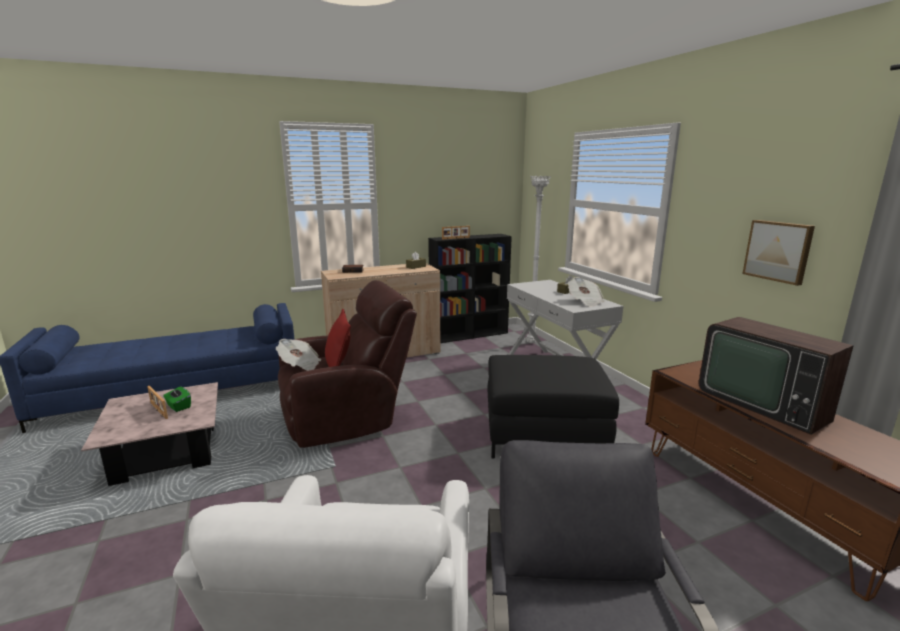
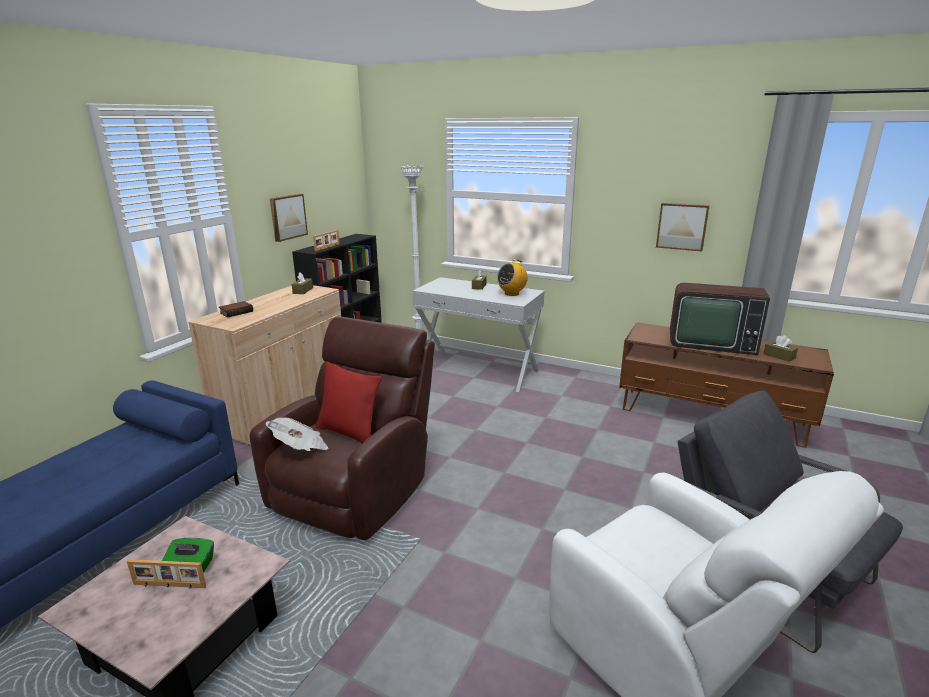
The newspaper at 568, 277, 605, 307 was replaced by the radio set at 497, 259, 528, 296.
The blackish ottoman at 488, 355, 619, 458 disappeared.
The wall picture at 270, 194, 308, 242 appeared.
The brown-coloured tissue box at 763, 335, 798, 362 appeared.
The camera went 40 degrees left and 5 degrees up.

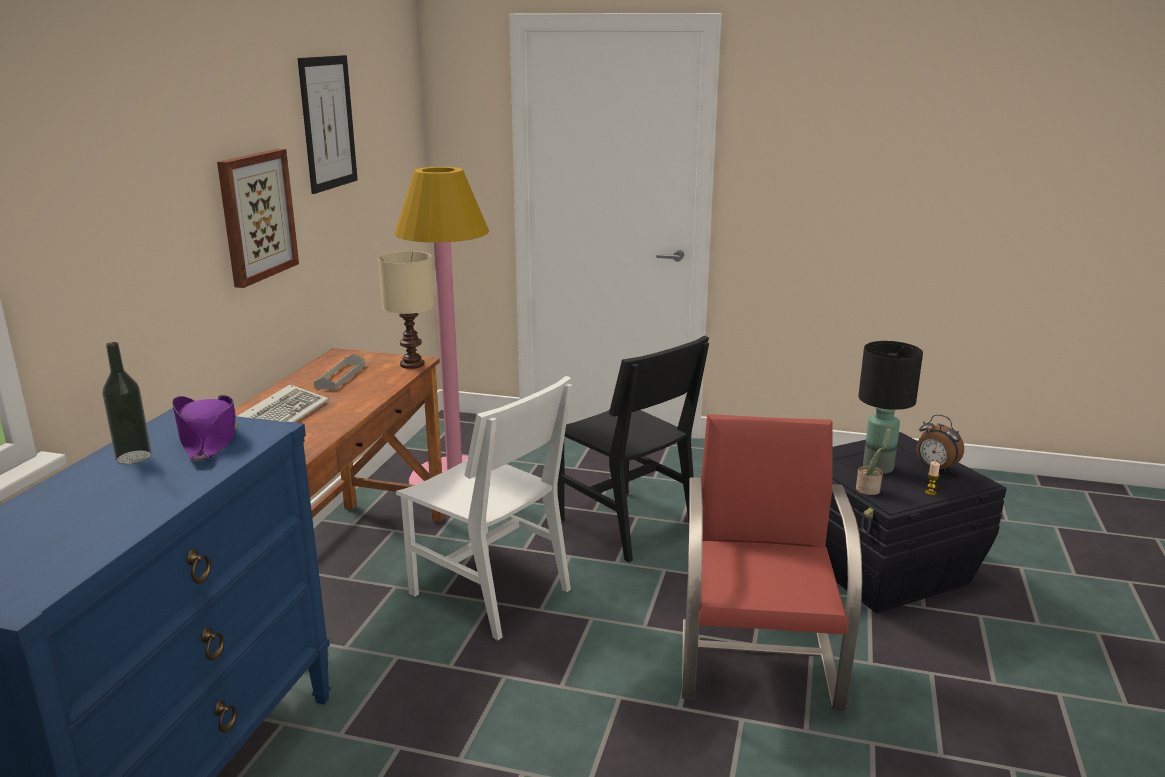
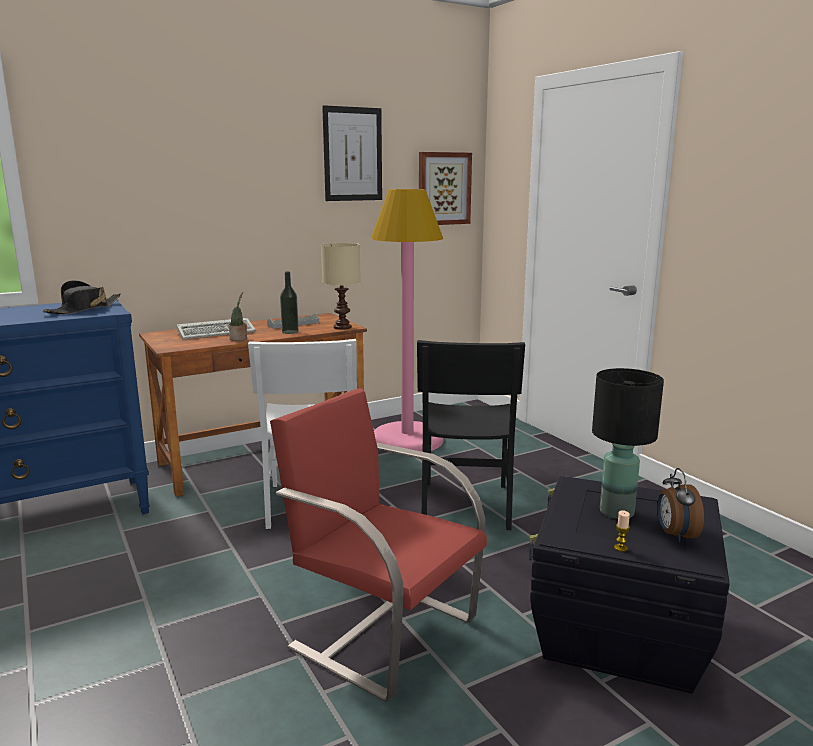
The wall picture moved from 217, 149, 299, 288 to 419, 152, 472, 225.
The beverage bottle moved from 103, 342, 152, 465 to 280, 271, 299, 334.
The purplish wearable hat at 172, 395, 237, 461 became the blackish wearable hat at 43, 280, 121, 314.
The red-coloured plain chair at 682, 414, 862, 711 turned 105 degrees counterclockwise.
The houseplant moved from 856, 428, 891, 495 to 229, 292, 247, 341.
The camera went 45 degrees right and 5 degrees down.

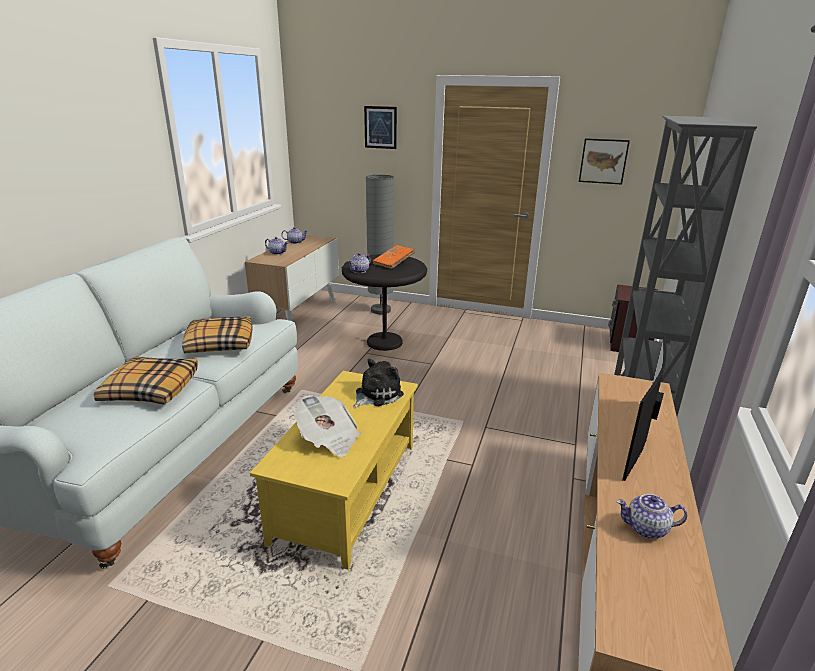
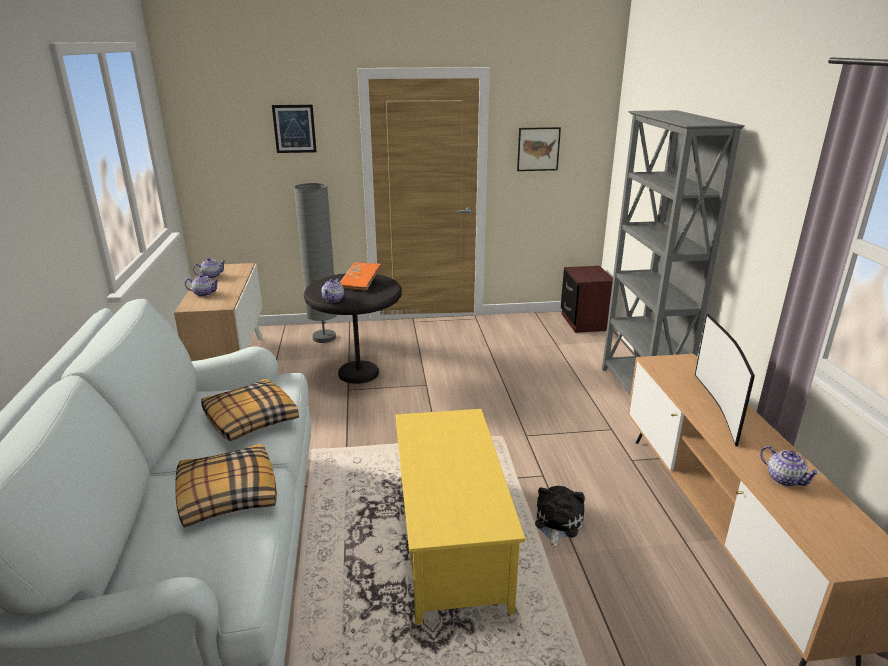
The plush toy moved from 353, 359, 404, 408 to 535, 486, 585, 548.
The newspaper at 294, 395, 361, 457 disappeared.
The tea pot at 616, 494, 687, 539 turned 105 degrees counterclockwise.
The camera went 25 degrees left and 0 degrees up.

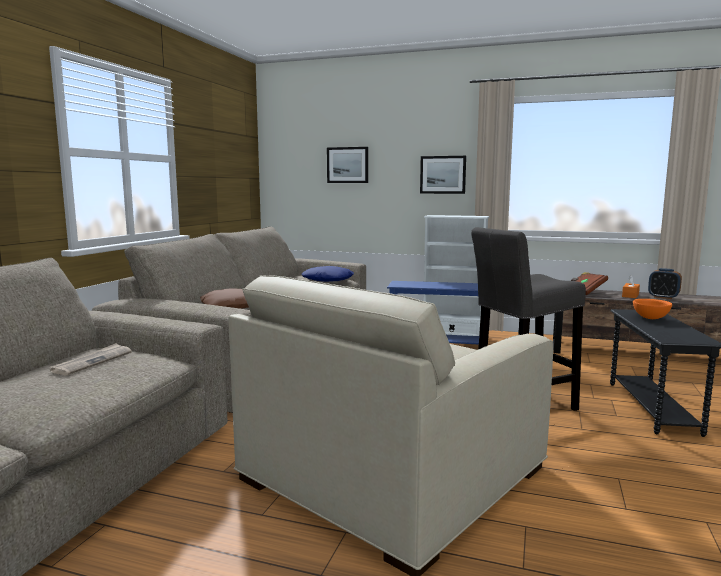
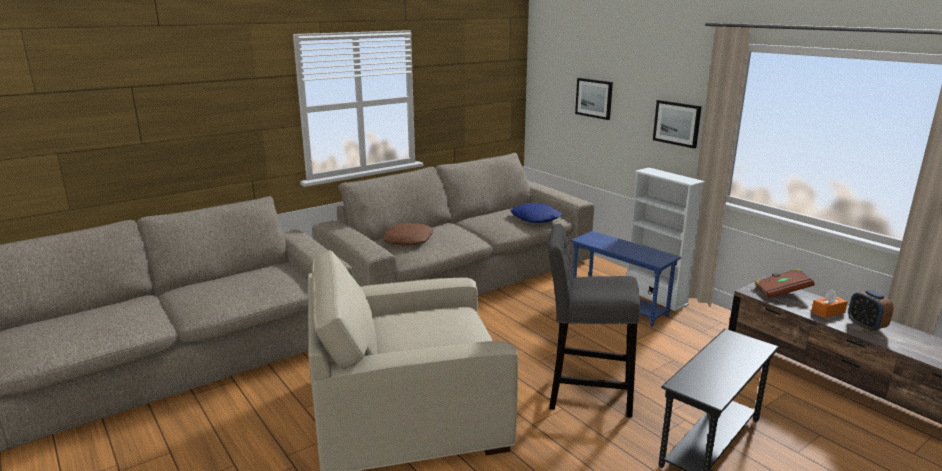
The orange-coloured deep dish at 633, 299, 672, 319 disappeared.
The newspaper at 50, 343, 132, 376 disappeared.
The camera went 35 degrees right and 10 degrees up.

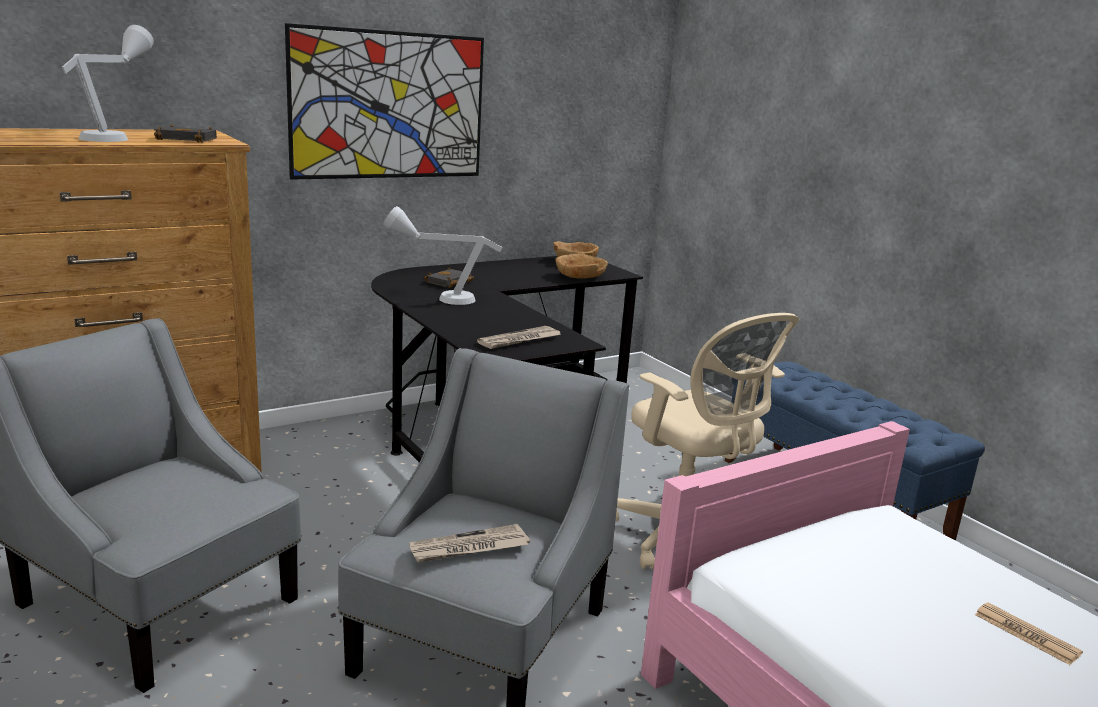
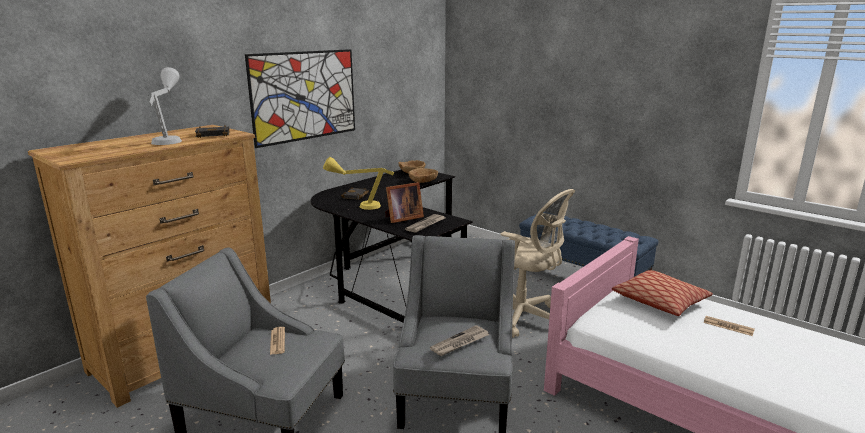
The grey lamp for a table at 383, 206, 503, 305 became the yellow-coloured lamp for a table at 323, 157, 394, 210.
The picture frame at 385, 182, 424, 223 appeared.
The cushion at 612, 270, 713, 316 appeared.
The newspaper at 270, 327, 285, 355 appeared.
The camera went 15 degrees left and 0 degrees up.

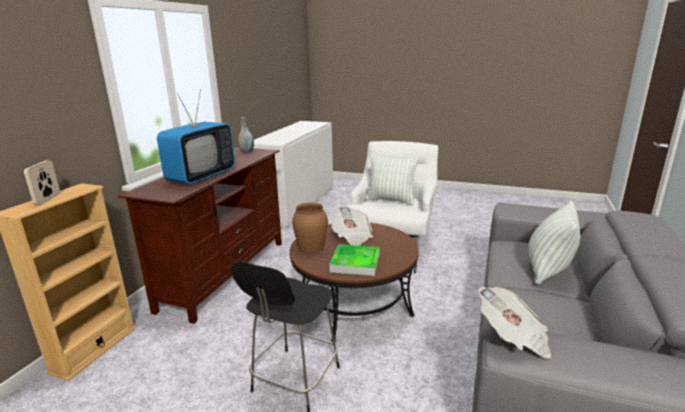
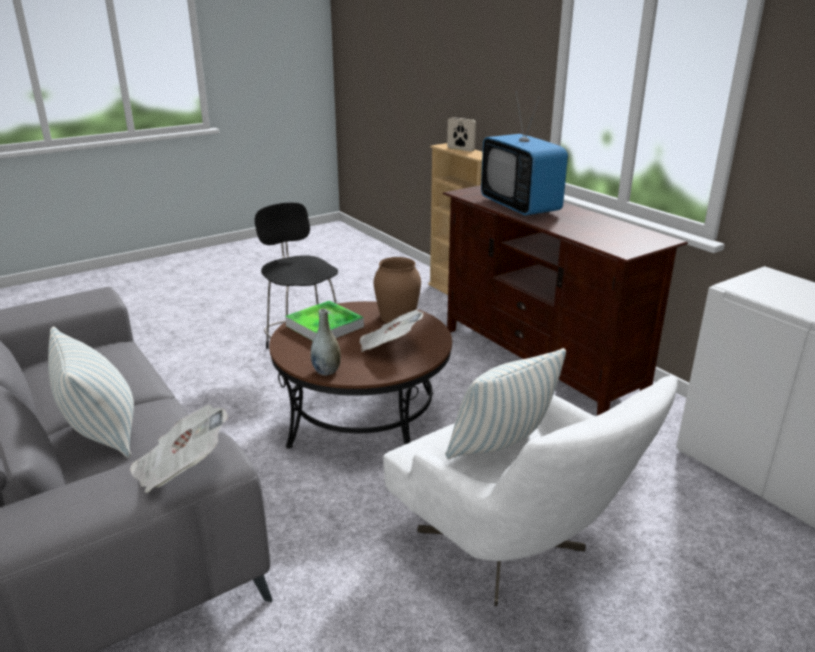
The grey decorative vase moved from 238, 117, 254, 153 to 311, 309, 341, 376.
The newspaper moved from 478, 287, 551, 359 to 130, 404, 228, 493.
The camera went 125 degrees right and 5 degrees up.

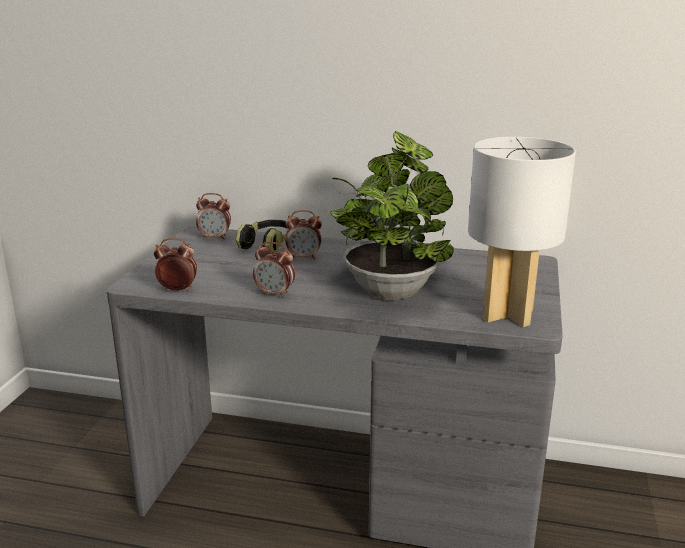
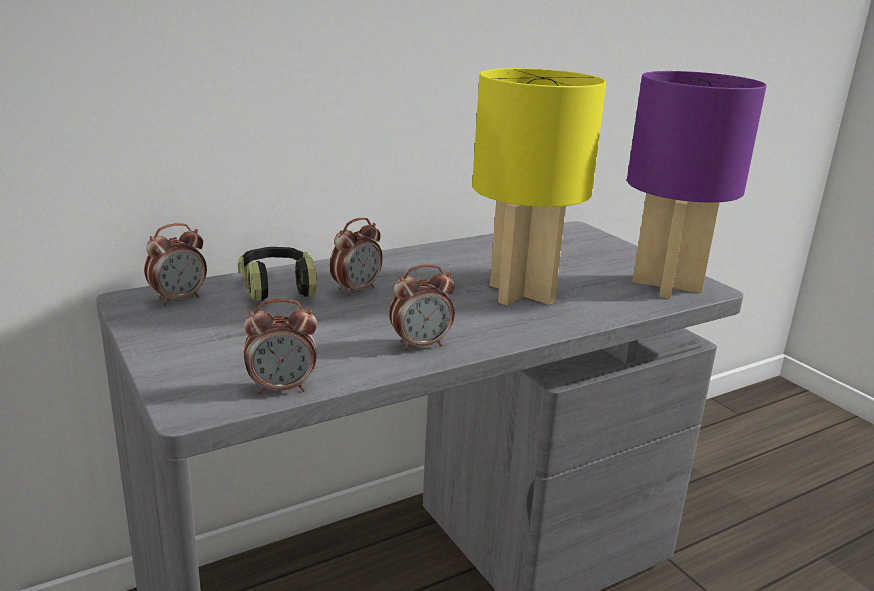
The houseplant at 331, 131, 454, 300 was replaced by the yellow-coloured lamp for a table at 472, 68, 606, 305.
The whitish lamp for a table at 468, 137, 576, 327 became the purplish lamp for a table at 627, 71, 767, 299.
The bedside clock at 154, 238, 197, 291 turned 150 degrees counterclockwise.
The camera went 45 degrees left and 0 degrees up.

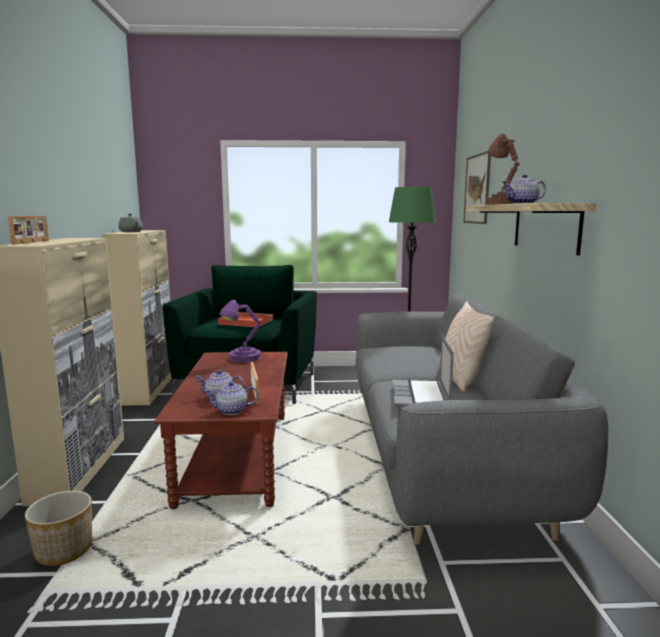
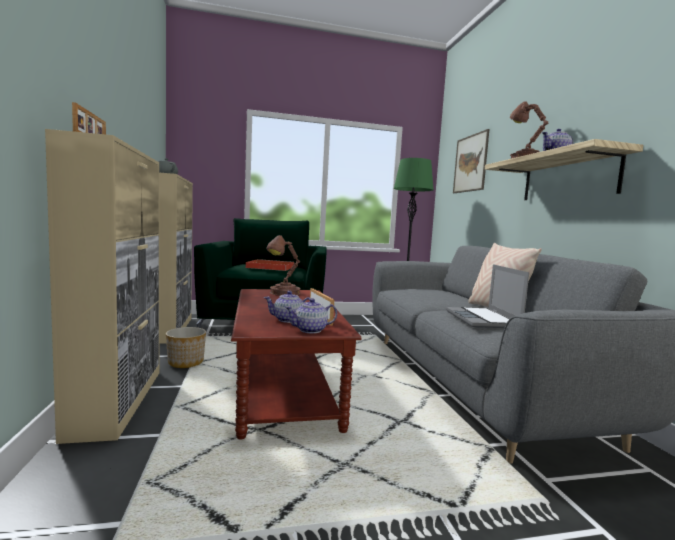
The purplish lamp for a table at 220, 300, 262, 363 became the brown-coloured lamp for a table at 266, 235, 301, 296.
The planter moved from 25, 491, 92, 566 to 166, 327, 206, 368.
The camera went 10 degrees left and 5 degrees down.

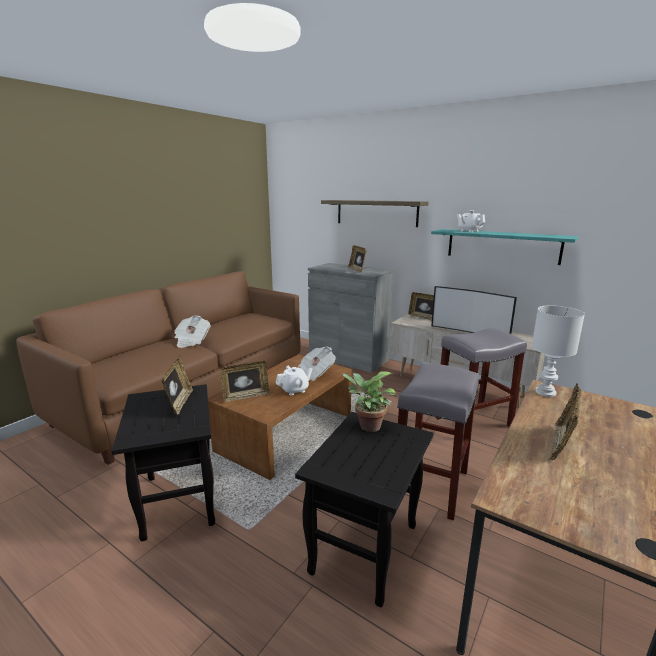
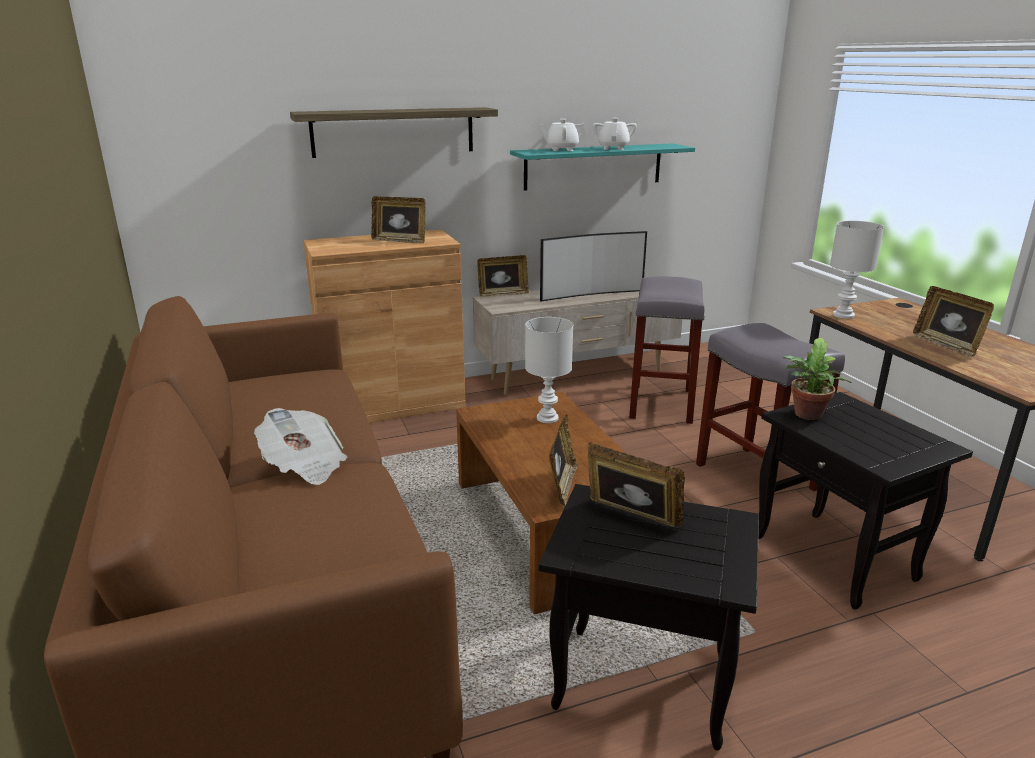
The grey cabinet at 308, 263, 394, 373 became the brown-coloured cabinet at 303, 229, 465, 423.
The newspaper at 298, 347, 336, 381 was replaced by the whitish lamp for a table at 525, 317, 573, 423.
The whitish tea pot moved from 276, 366, 312, 395 to 593, 118, 637, 150.
The camera went 55 degrees left and 5 degrees up.

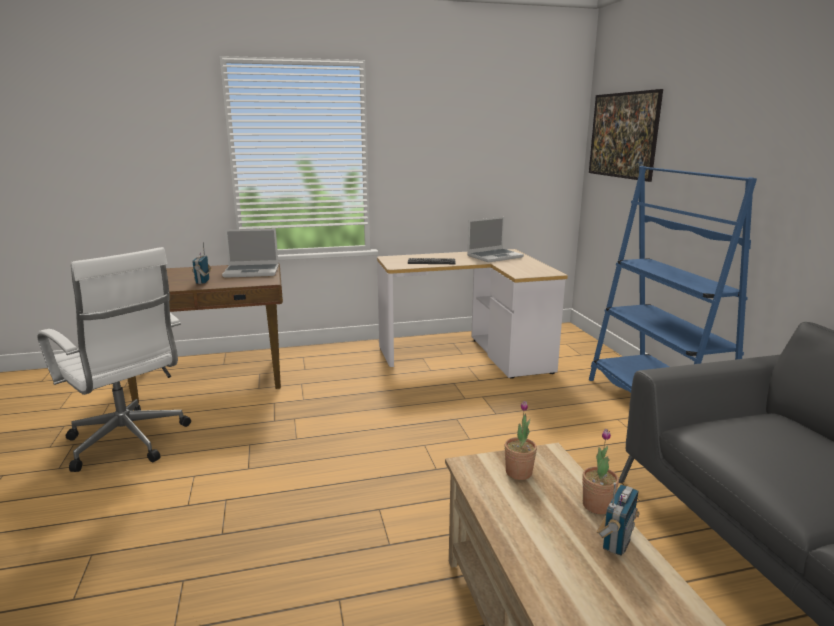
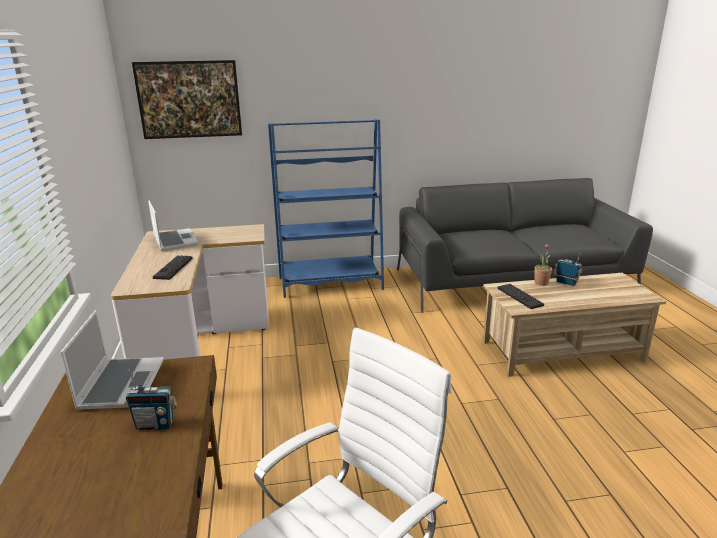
The houseplant at 504, 401, 537, 480 was replaced by the computer keyboard at 498, 284, 544, 309.
The camera went 85 degrees left and 5 degrees up.

